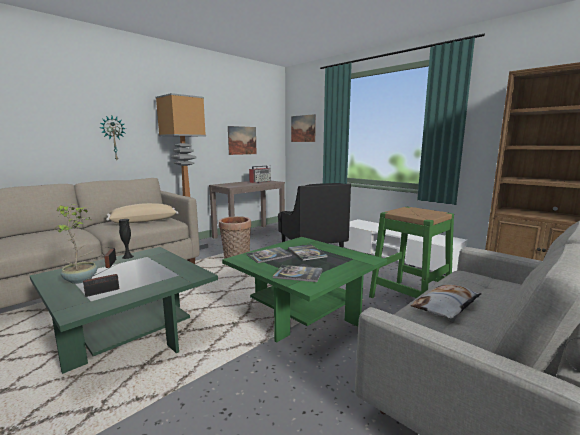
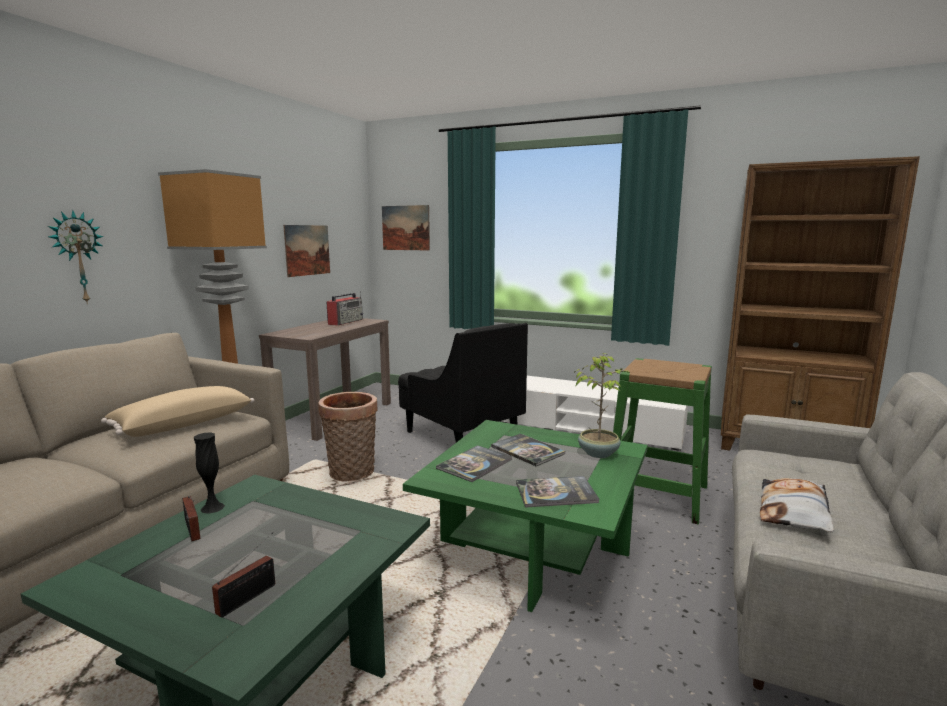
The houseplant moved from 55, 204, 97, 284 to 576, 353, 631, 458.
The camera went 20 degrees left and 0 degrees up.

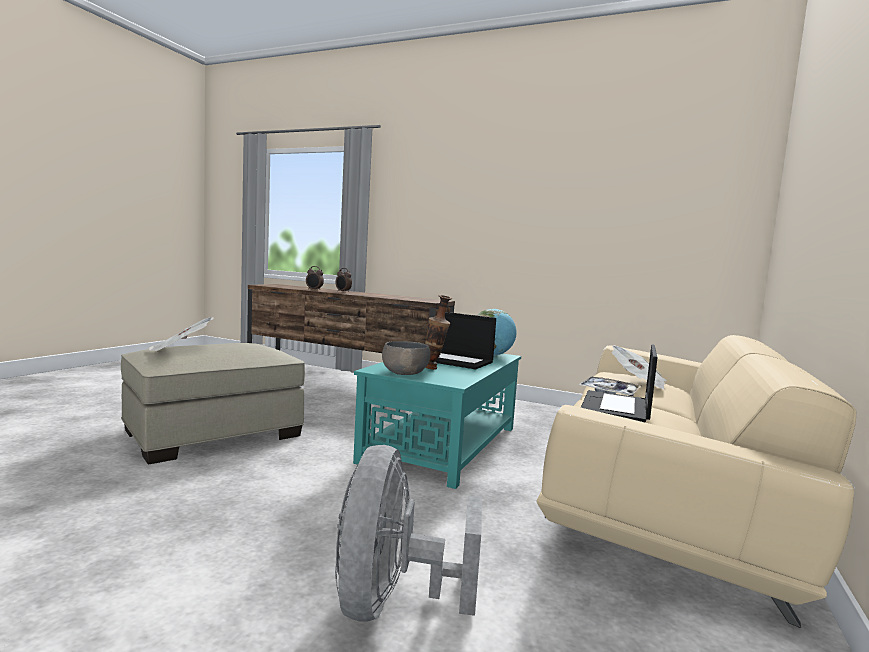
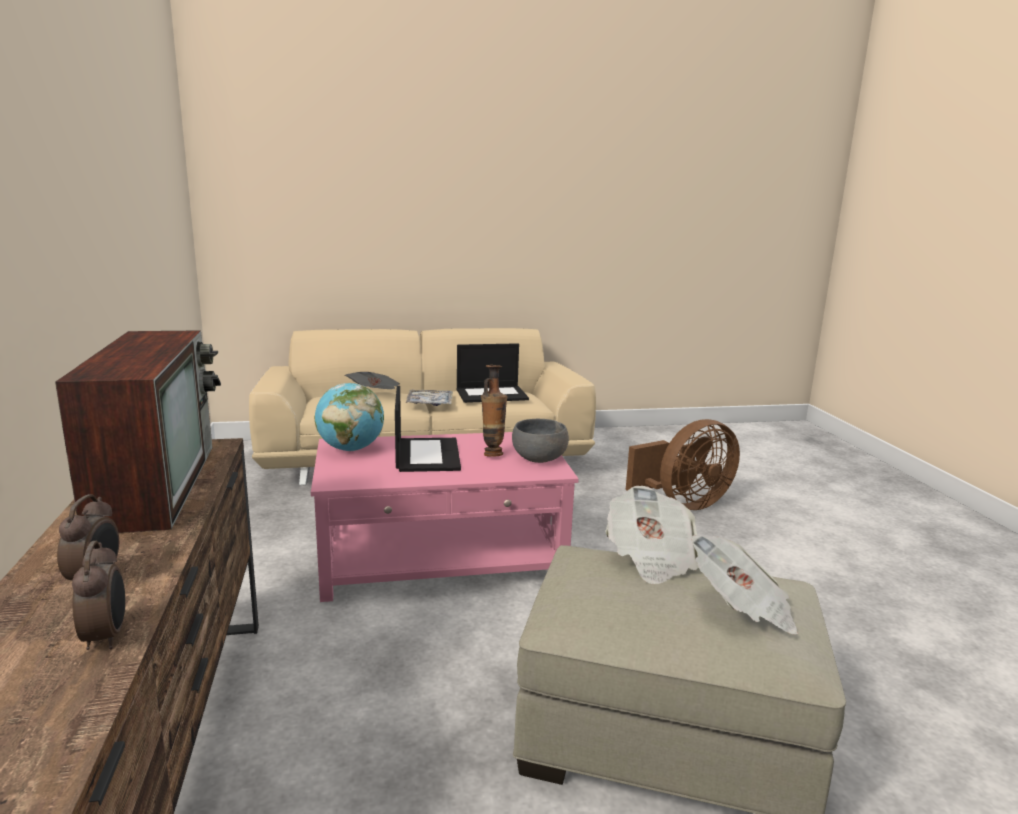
The turquoise lounge table at 353, 354, 521, 489 became the pinkish lounge table at 311, 432, 579, 602.
The grey fan at 335, 445, 482, 622 became the brown-coloured fan at 626, 419, 740, 510.
The television at 55, 330, 221, 533 appeared.
The newspaper at 606, 486, 699, 584 appeared.
The camera went 125 degrees left and 10 degrees up.

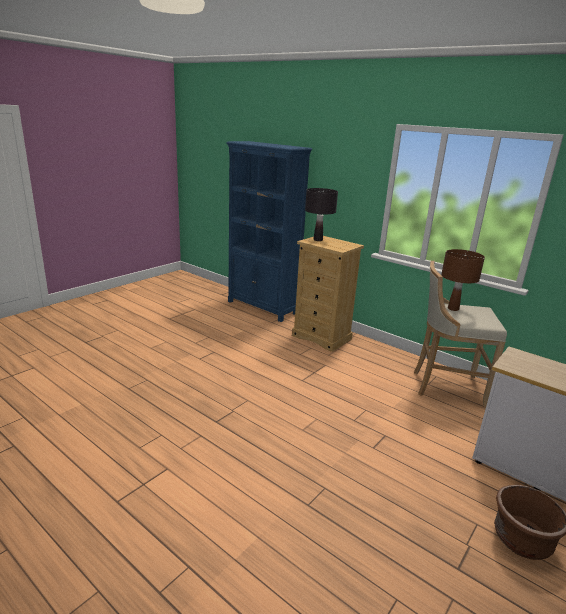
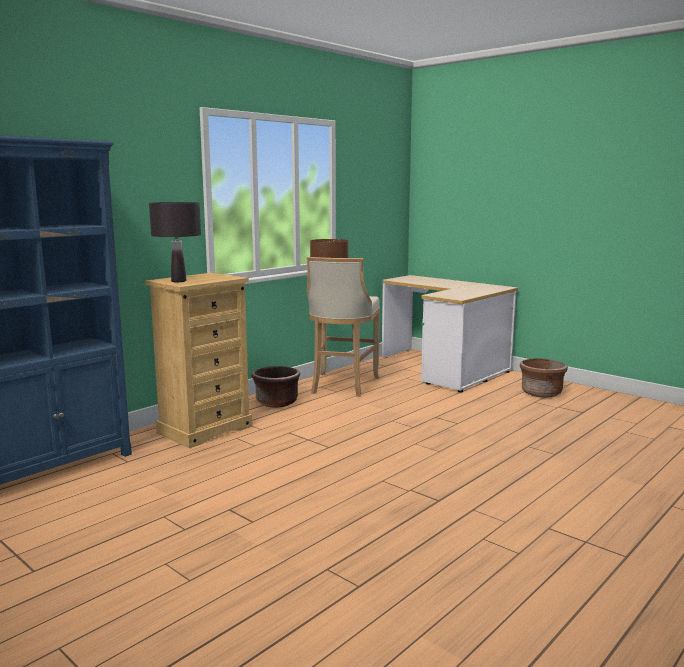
The brown-coloured planter at 251, 366, 300, 408 appeared.
The camera went 85 degrees left and 10 degrees down.

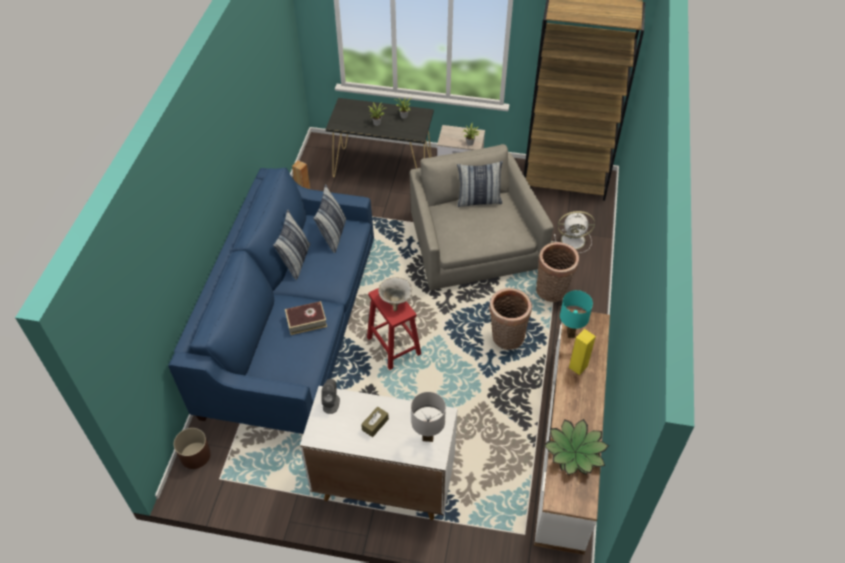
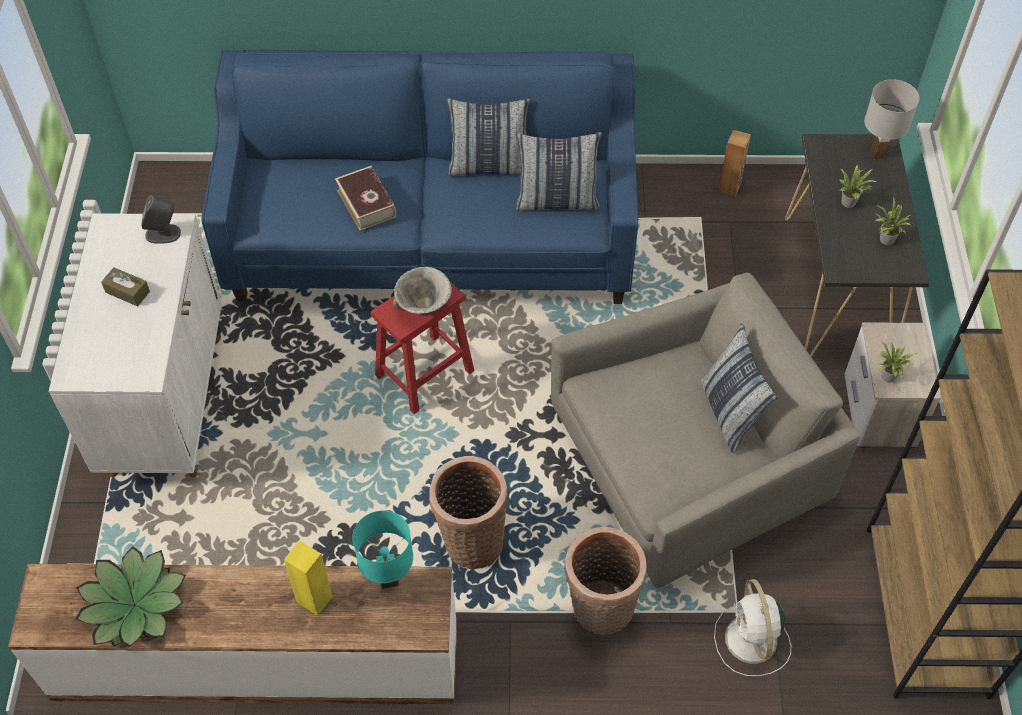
The whitish lamp for a table moved from 411, 392, 446, 442 to 864, 79, 919, 160.
The brown-coloured planter at 173, 428, 211, 469 disappeared.
The camera went 80 degrees right and 5 degrees up.

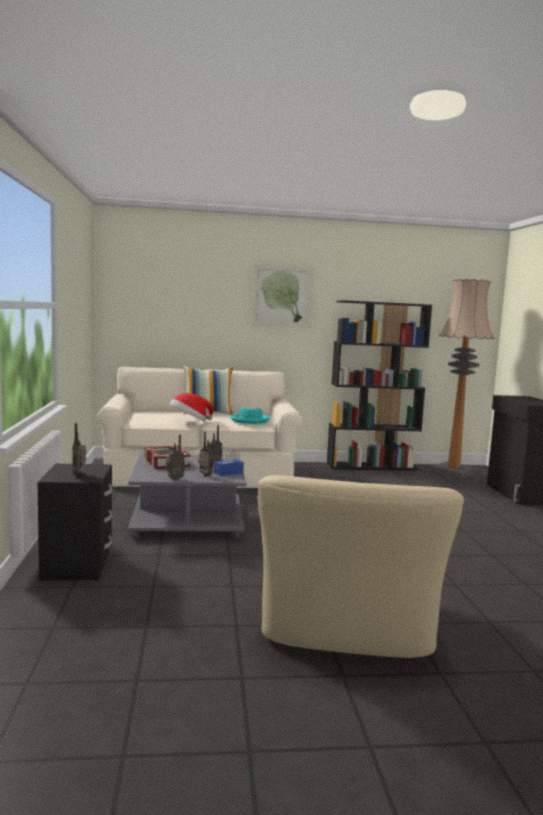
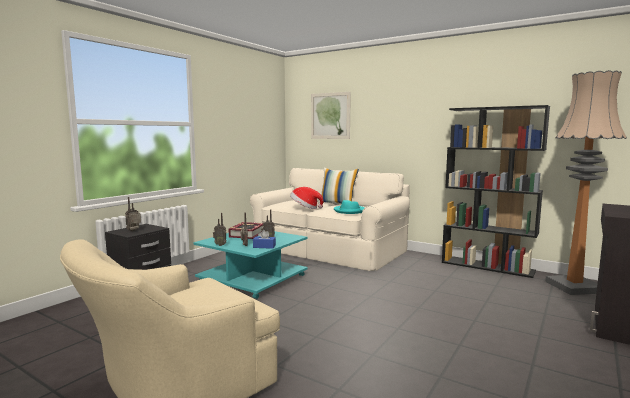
The wall picture moved from 252, 265, 314, 328 to 311, 92, 351, 139.
The grey lounge table at 128, 454, 246, 539 became the turquoise lounge table at 193, 231, 308, 299.
The camera went 40 degrees right and 0 degrees up.

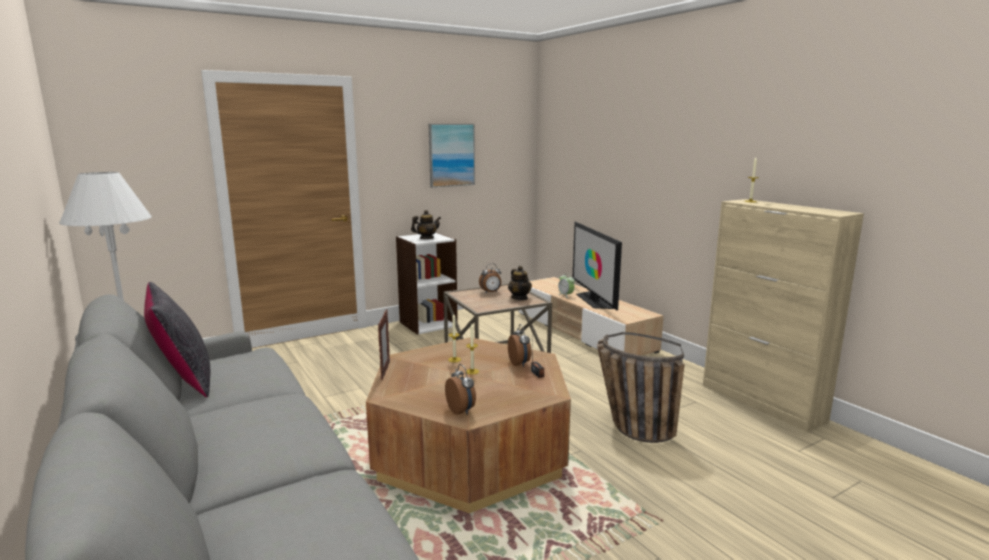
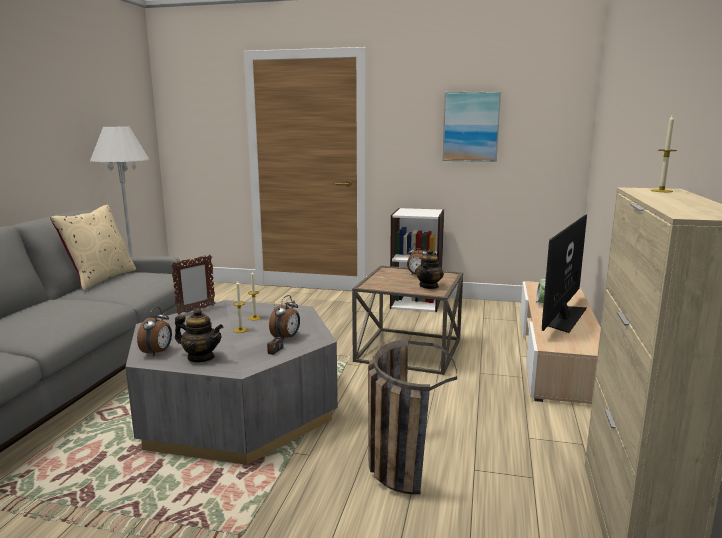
The tea pot moved from 411, 210, 441, 239 to 175, 308, 223, 362.
The blackish cushion at 144, 282, 210, 397 became the beige-coloured cushion at 50, 205, 136, 291.
The brown-coloured lounge table at 366, 338, 571, 513 became the grey lounge table at 125, 300, 338, 465.
The camera went 45 degrees right and 0 degrees up.

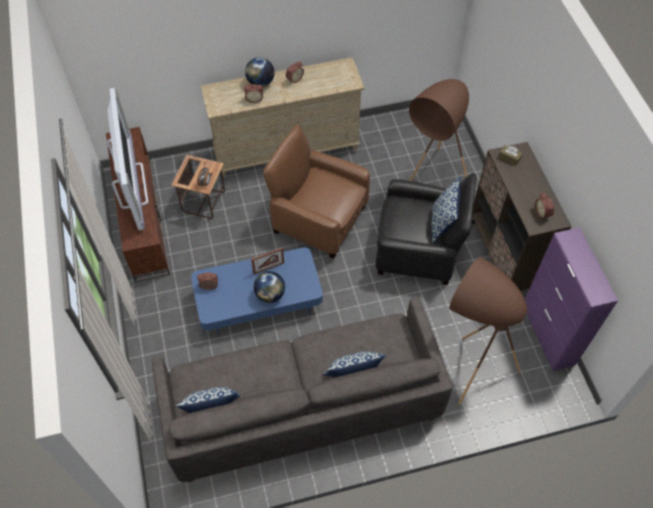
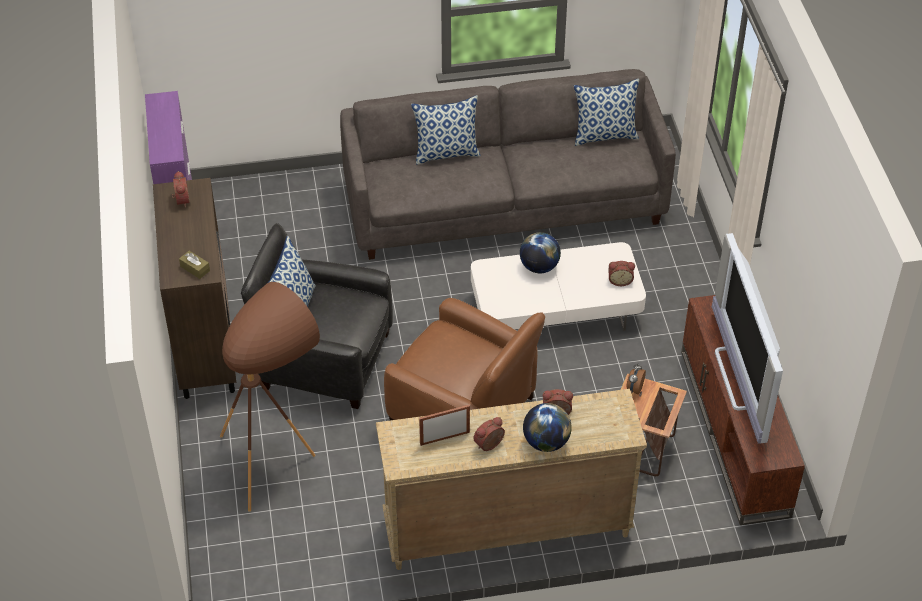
The blue lounge table at 191, 247, 323, 336 became the whitish lounge table at 471, 242, 646, 331.
The picture frame moved from 251, 248, 284, 274 to 419, 405, 470, 446.
The brown-coloured standing lamp at 449, 257, 527, 405 disappeared.
The camera went 175 degrees left and 10 degrees down.

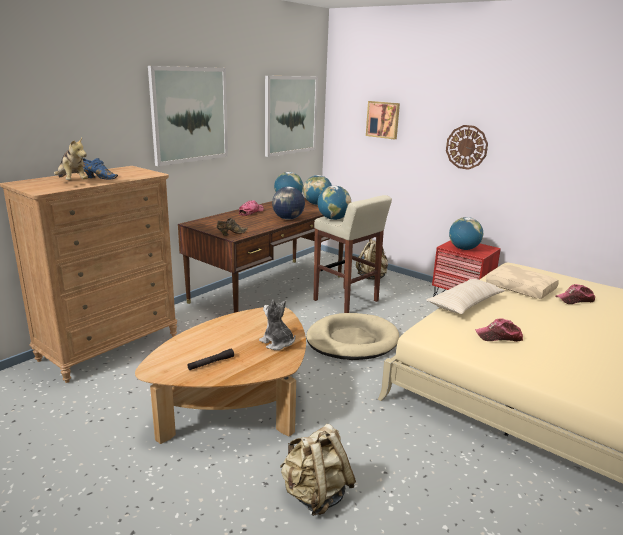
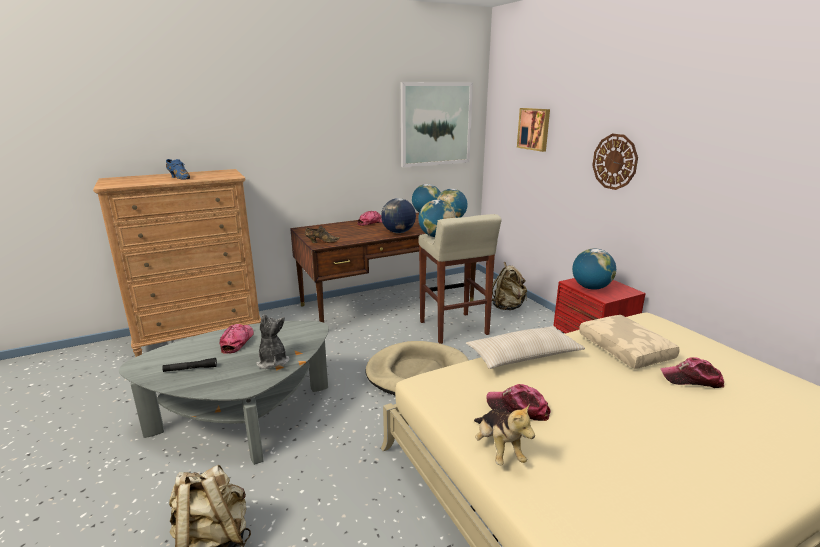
The wall picture at 148, 66, 228, 166 disappeared.
The plush toy moved from 54, 138, 88, 180 to 474, 403, 535, 466.
The brown-coloured lounge table at 135, 307, 306, 444 became the grey lounge table at 119, 321, 329, 465.
The peaked cap at 220, 324, 254, 354 appeared.
The camera went 25 degrees right and 0 degrees up.

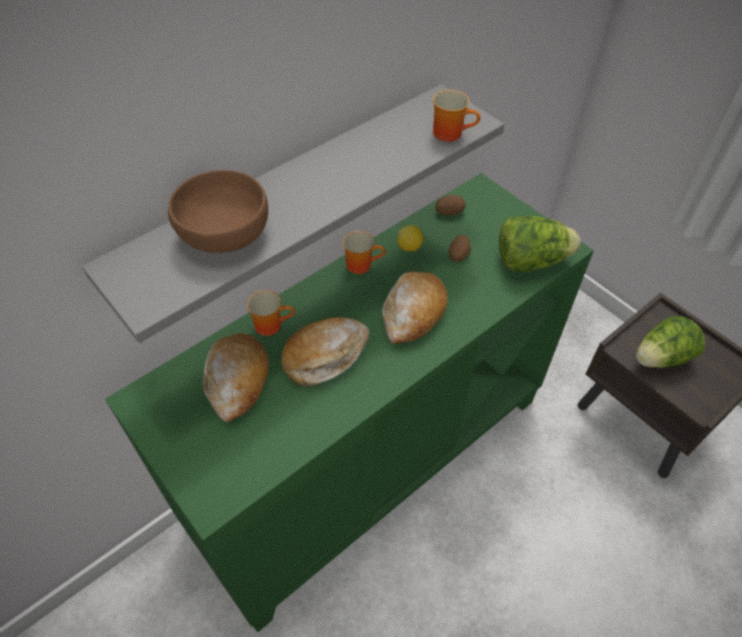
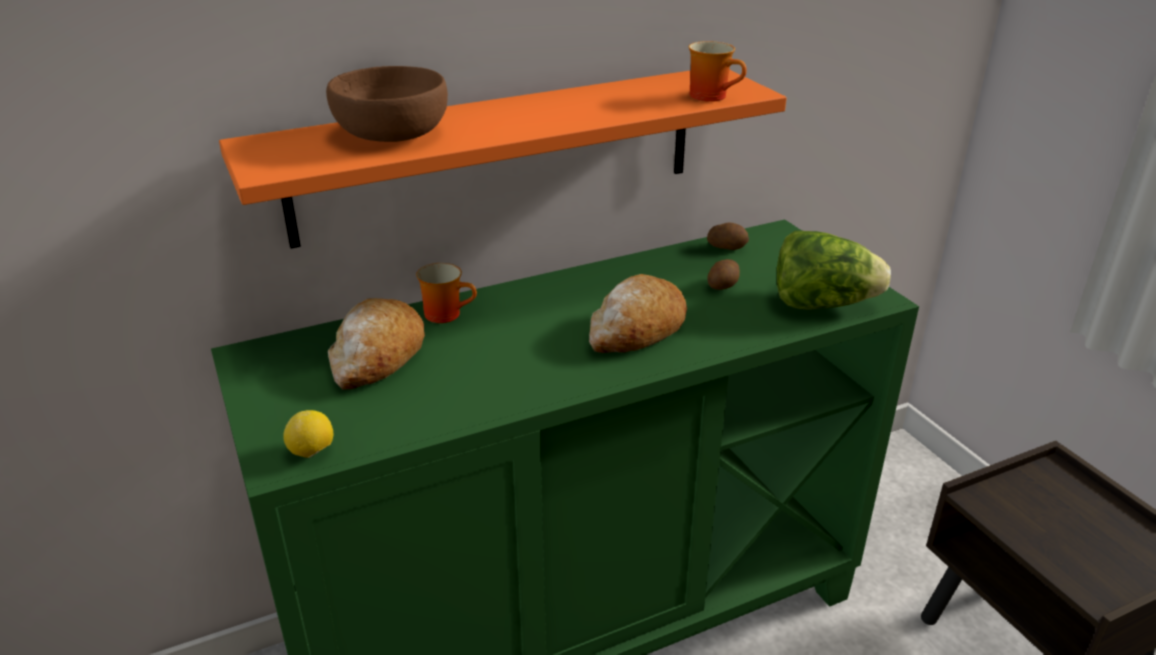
The grey shelf at 82, 84, 504, 343 became the orange-coloured shelf at 219, 70, 787, 249.
The lemon moved from 397, 225, 424, 251 to 283, 410, 333, 458.
The mug at 343, 231, 386, 274 disappeared.
The head of lettuce at 636, 316, 705, 367 disappeared.
The baked bread at 281, 317, 369, 386 disappeared.
The camera went 15 degrees right and 20 degrees down.

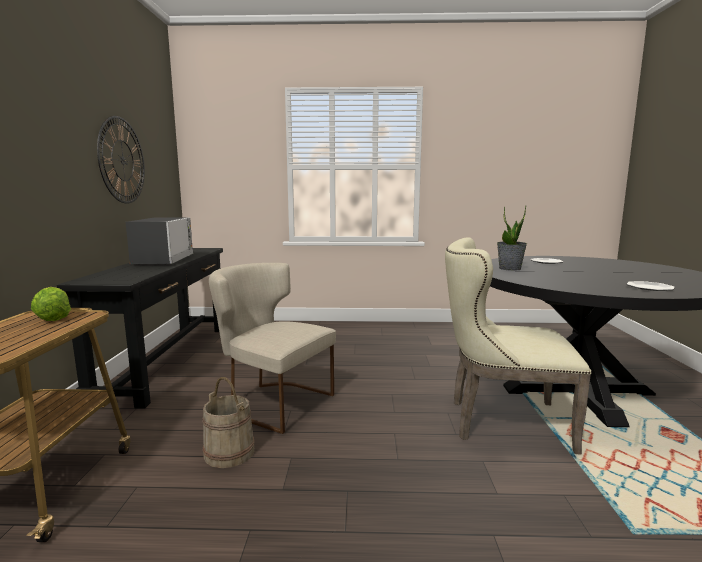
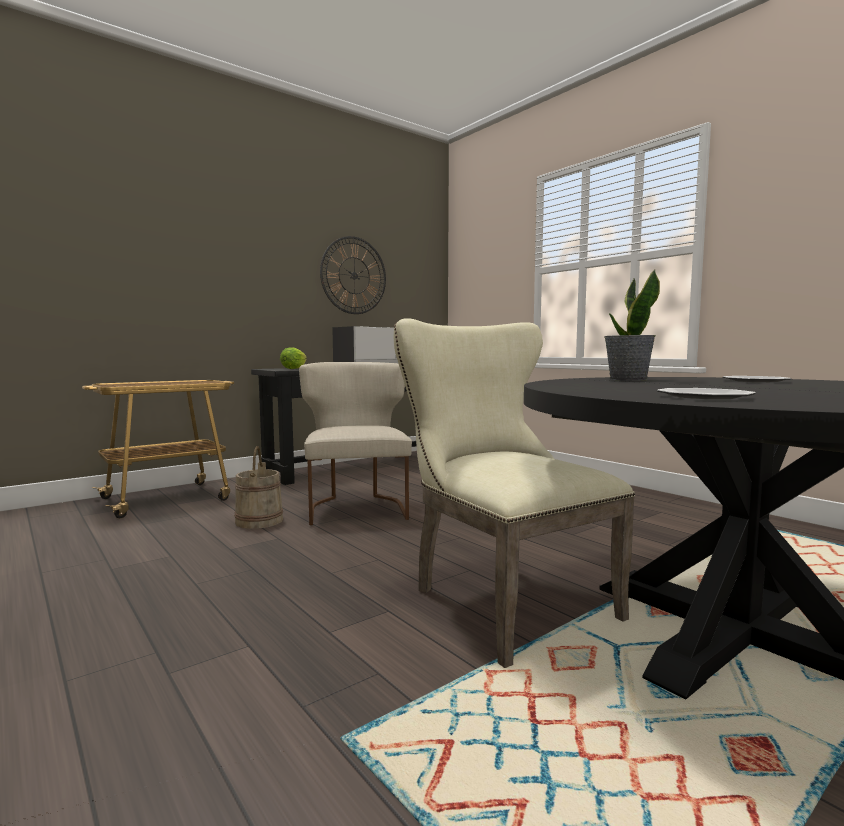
The head of lettuce moved from 31, 287, 71, 321 to 280, 347, 307, 369.
The camera went 50 degrees right and 5 degrees down.

